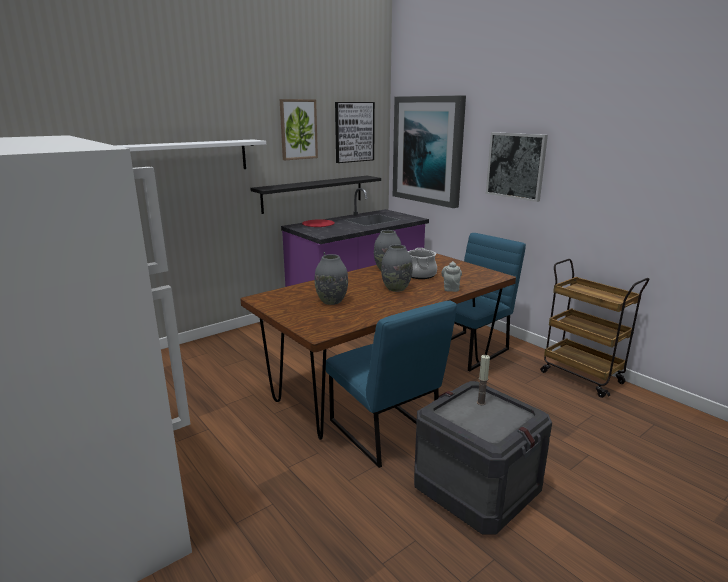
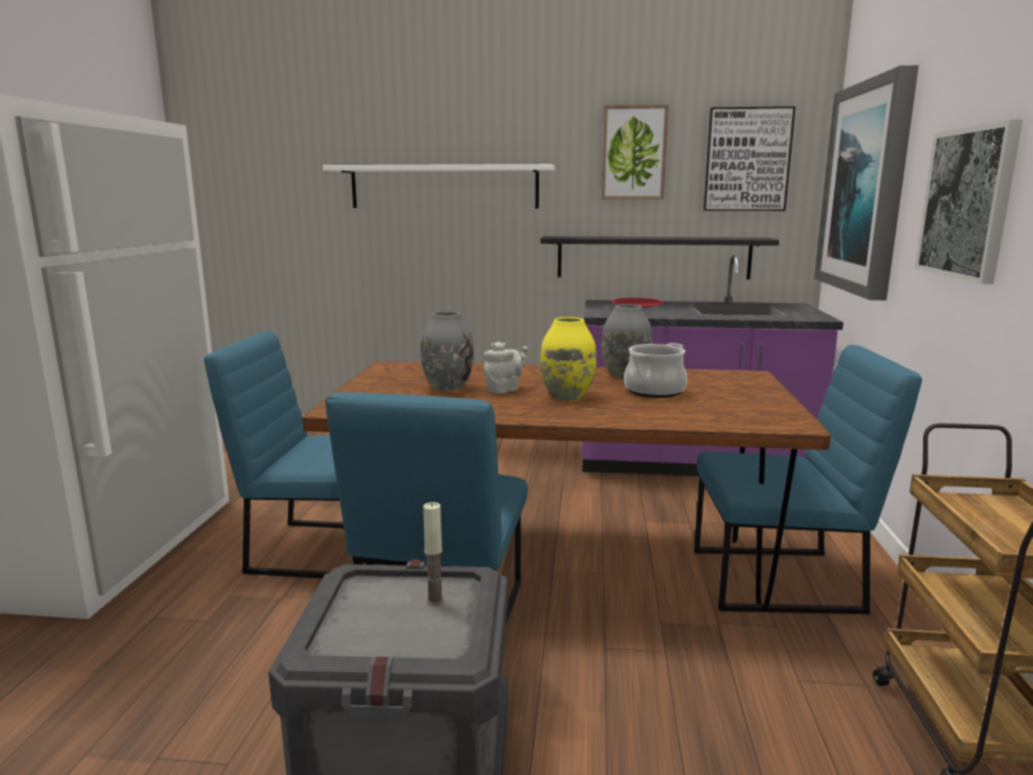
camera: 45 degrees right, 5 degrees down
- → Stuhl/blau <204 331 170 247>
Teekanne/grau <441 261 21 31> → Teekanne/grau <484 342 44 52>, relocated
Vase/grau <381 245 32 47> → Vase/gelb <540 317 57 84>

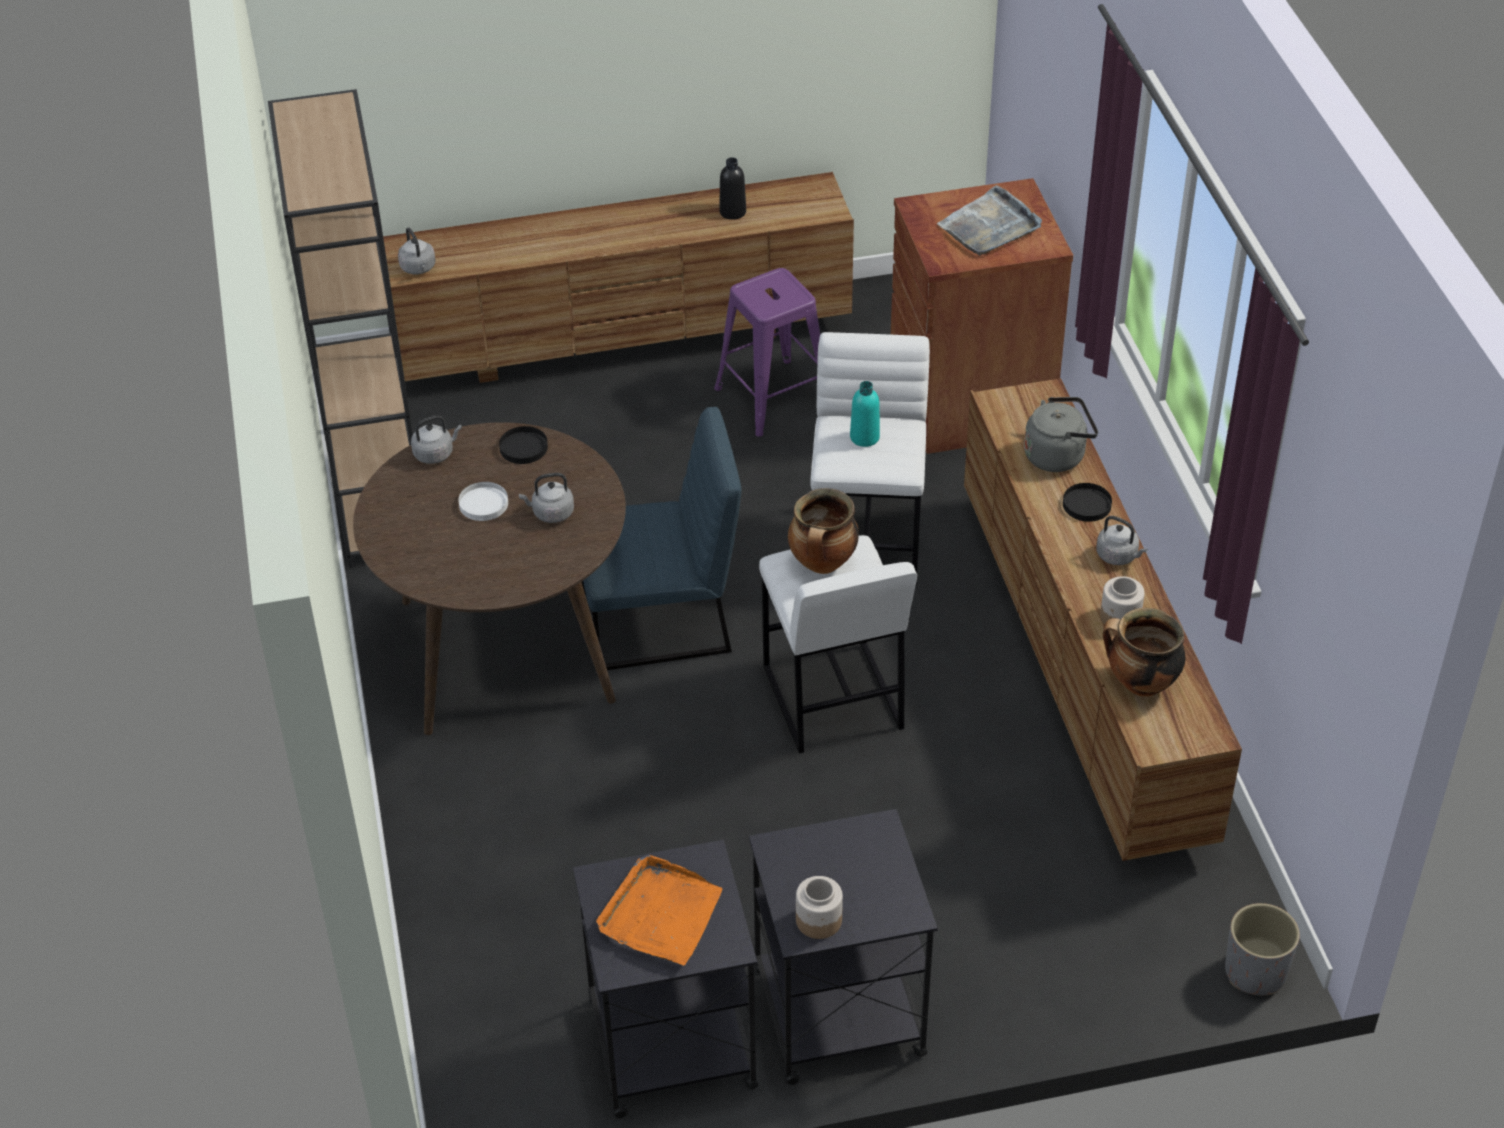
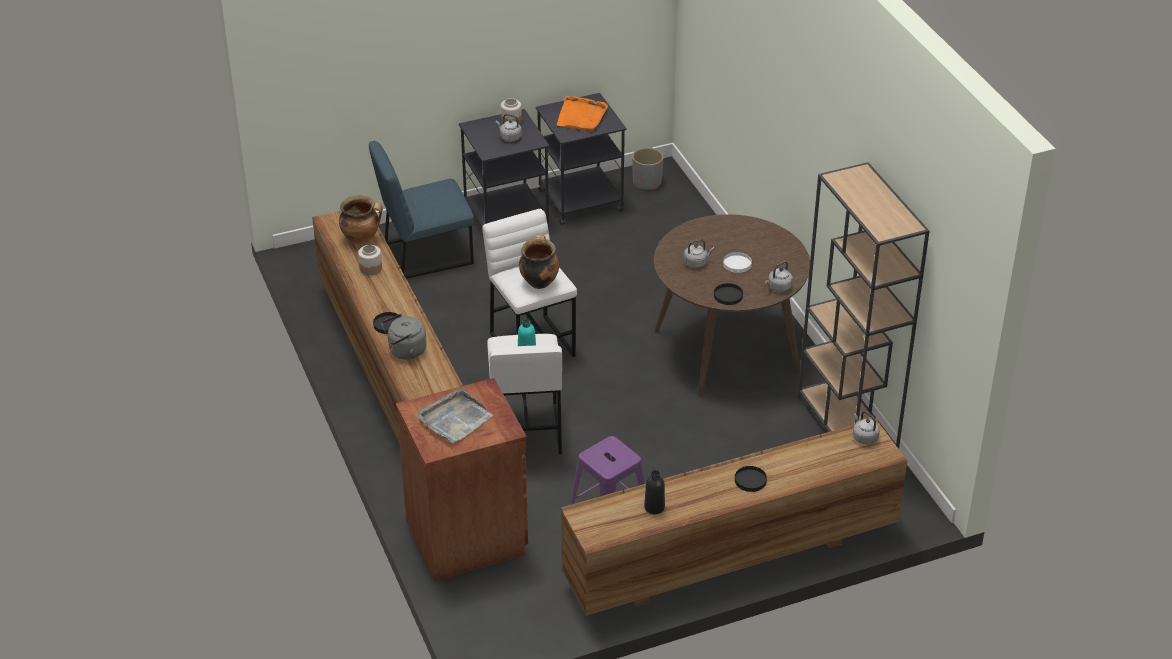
camera: 170 degrees right, 5 degrees down
- → Teller/schwarz <735 466 32 26>
Stuhl/blau <582 407 160 263> → Stuhl/blau <369 140 105 139>, relocated
Wasserkessel/grau <1096 516 52 49> → Wasserkessel/grau <496 114 26 28>, relocated
Pflanzkübel/grau <1225 903 75 92> → Pflanzkübel/grau <632 147 32 43>, relocated

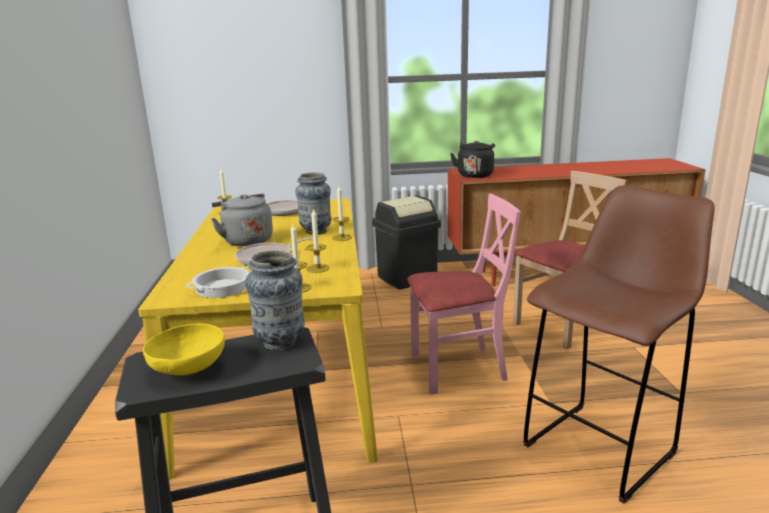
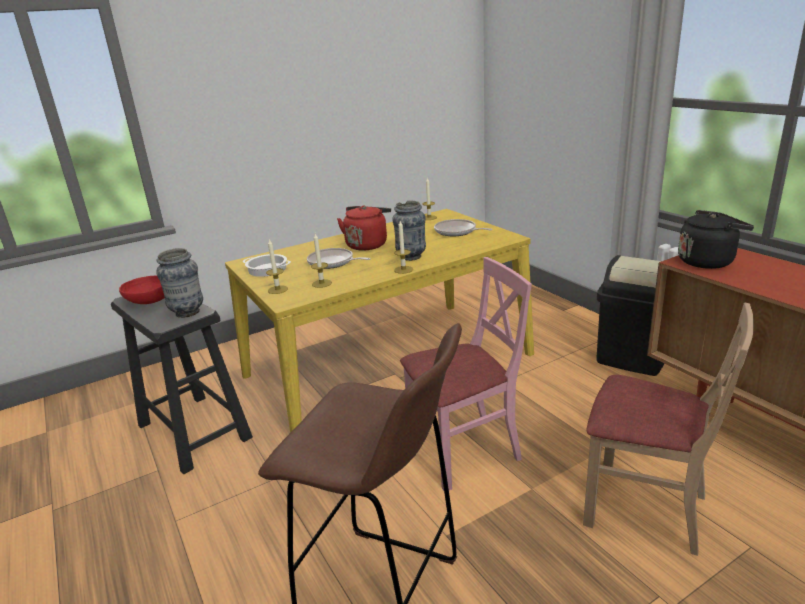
camera: 65 degrees right, 5 degrees up
Schüssel/gelb <143 323 82 52> → Schüssel/rot <119 276 46 28>
Wasserkessel/grau <211 193 62 53> → Wasserkessel/rot <337 205 54 46>
Stuhl/rosa <407 194 114 201> → Stuhl/rosa <400 257 132 234>, 75 degrees counterclockwise

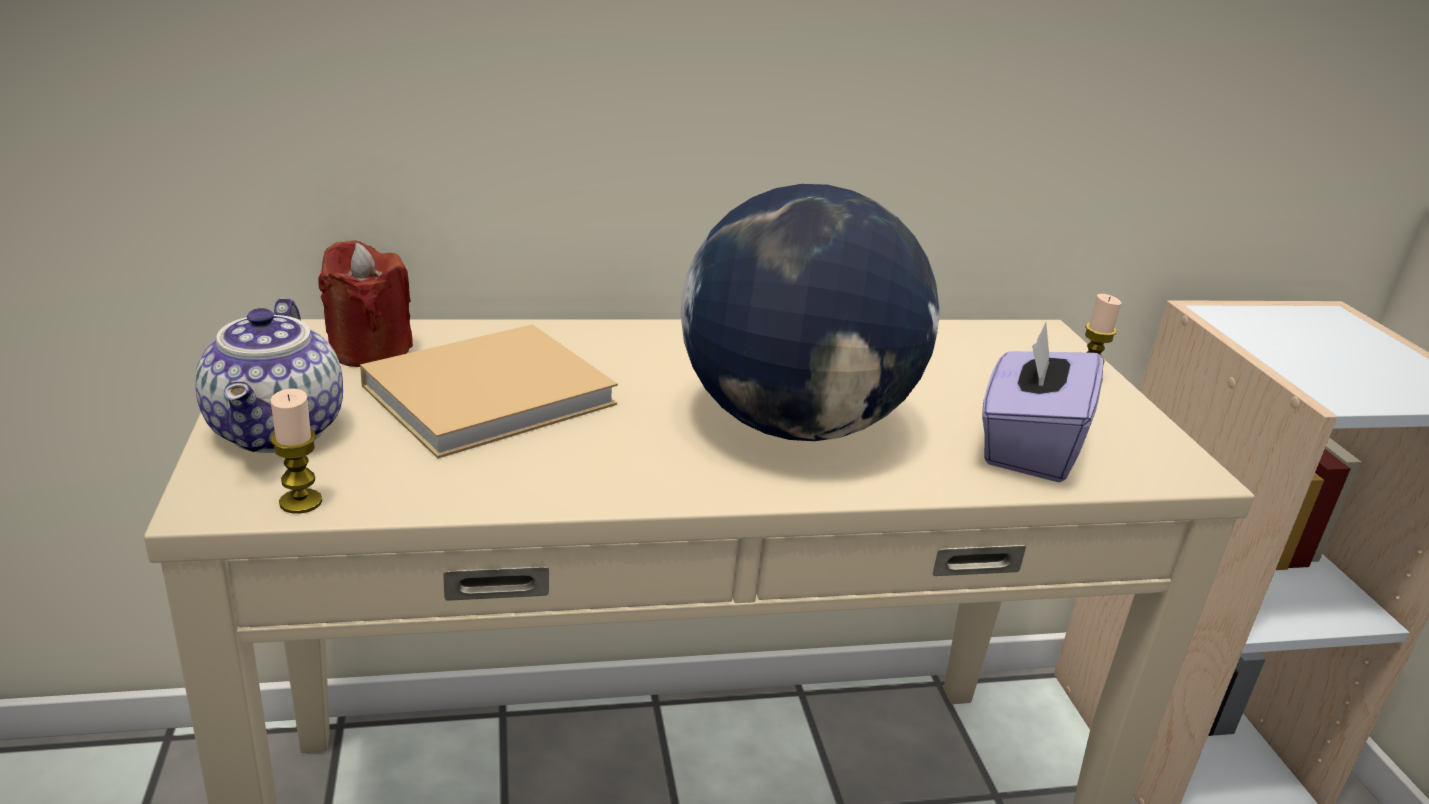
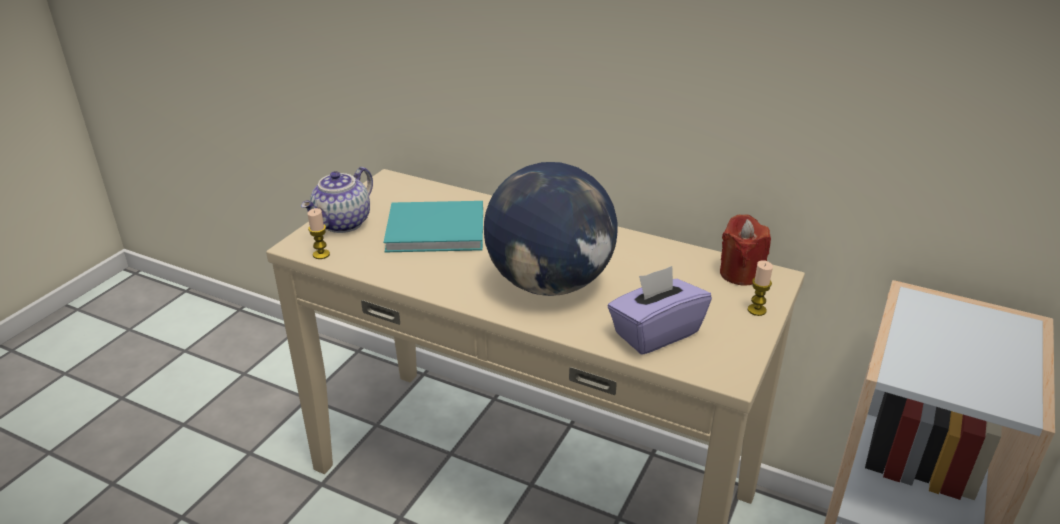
camera: 40 degrees right, 5 degrees up
Kerze/rot <318 240 95 127> → Kerze/rot <720 214 51 72>, relocated
Buch/beige <360 324 258 134> → Buch/türkis <384 201 99 51>

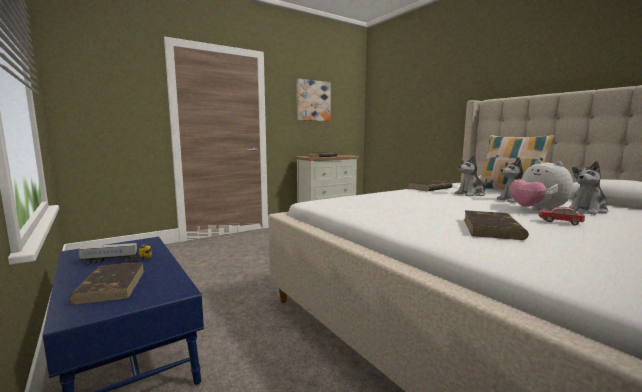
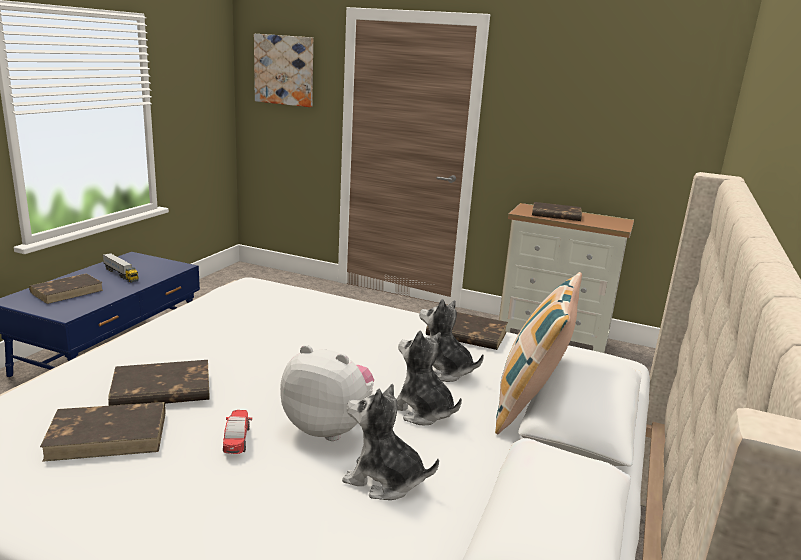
camera: 55 degrees right, 10 degrees up
- → Buch/braun <40 402 125 60>
Bild <297 79 34 42> → Bild <254 34 59 73>, relocated
Plüschtier <510 160 63 51> → Plüschtier <280 345 94 96>, 75 degrees clockwise

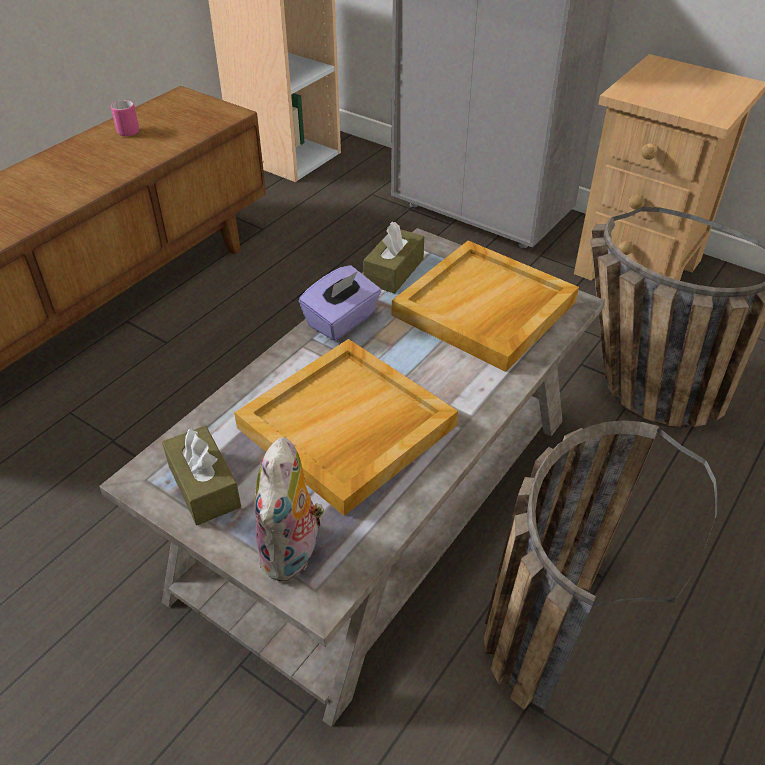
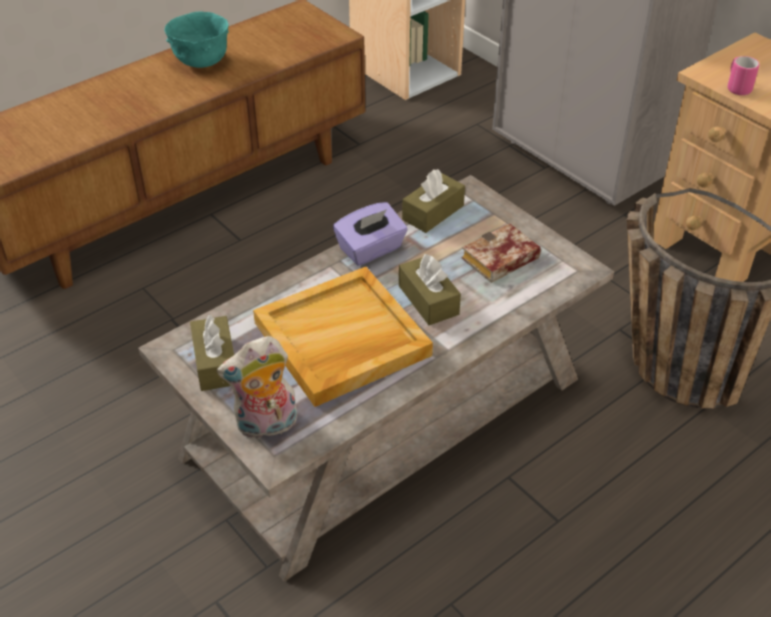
camera: 15 degrees right, 0 degrees up
Korb <483 420 234 294> → -
- → Schüssel/türkis <164 11 65 57>
- → Taschentuchbox/braun <399 254 62 71>
Henkelbecher/rosa <111 100 28 36> → Henkelbecher/rosa <727 56 32 39>, relocated
Tablett/beige <392 241 187 131> → Buch <462 224 79 59>
Plüschtier <254 437 70 144> → Plüschtier <217 336 80 103>, 45 degrees clockwise

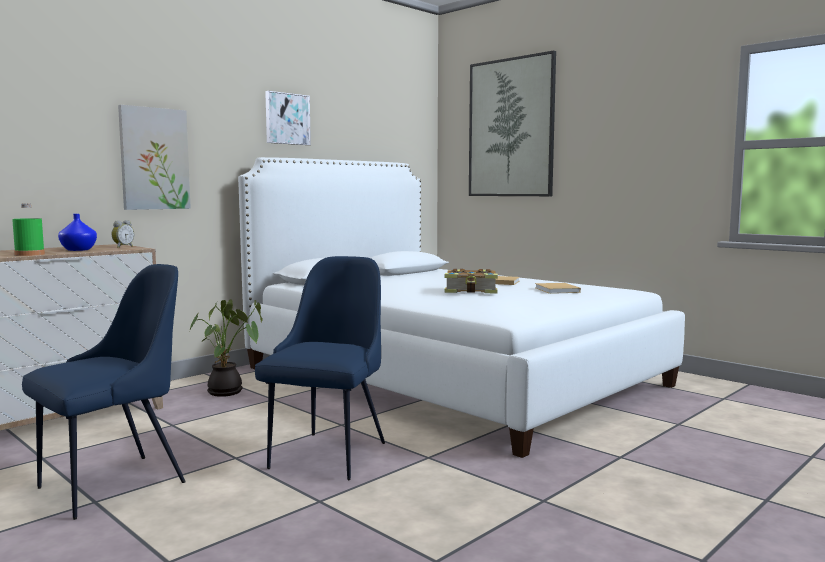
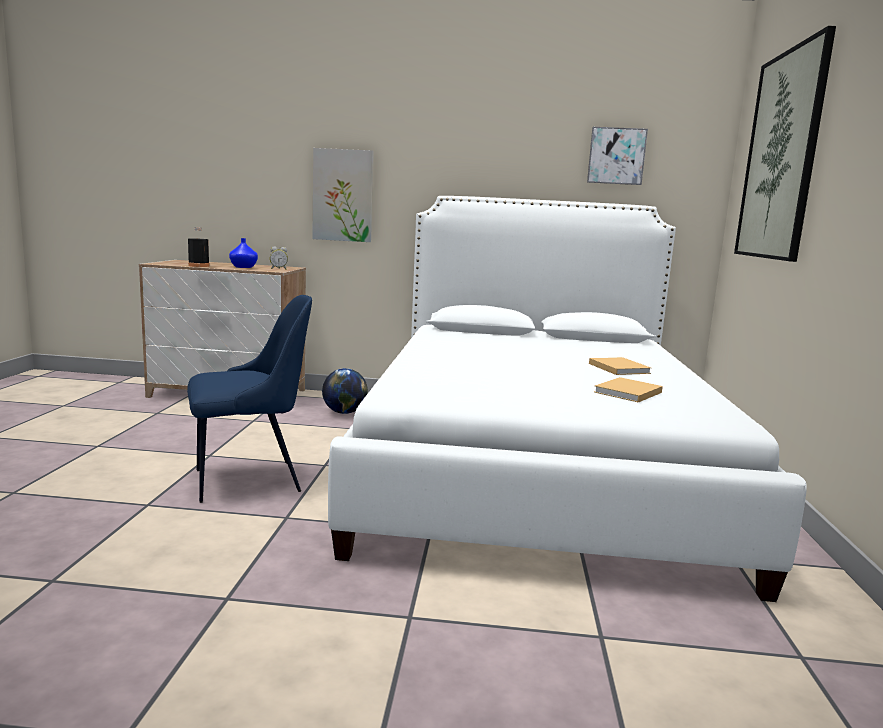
camera: 50 degrees right, 5 degrees up
Stuhl/blau <22 264 164 256> → -
Buch <444 269 54 24> → -
Bild <265 91 46 54> → Bild <587 127 61 58>, relocated
Topfpflanze <189 299 74 98> → Globus <322 368 46 46>
Flasche/grün <12 203 33 53> → Flasche/schwarz <188 227 21 40>

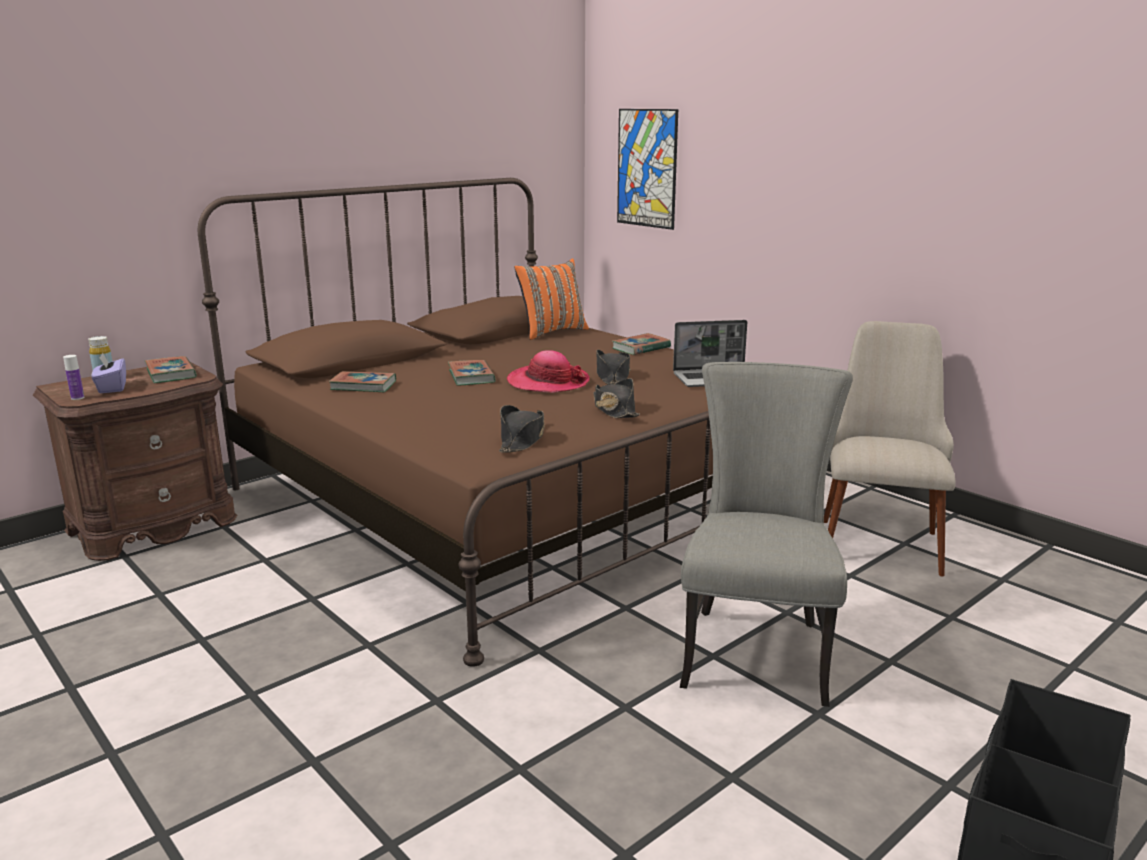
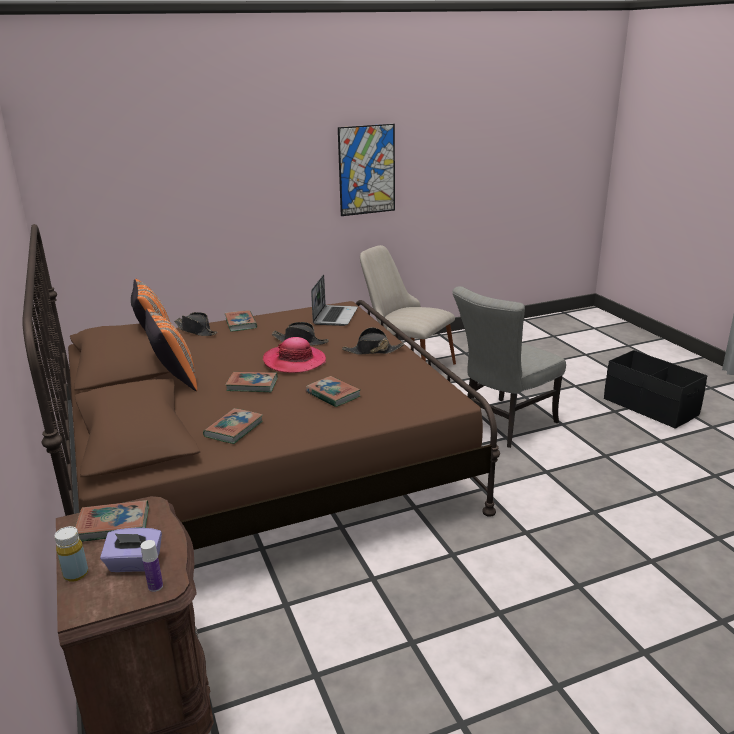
camera: 70 degrees left, 5 degrees up
- → Kissen/orange <145 309 52 82>
- → Buch <305 376 56 31>
Hut/schwarz <499 405 46 48> → Hut/schwarz <174 312 44 24>, relocated
Bild <617 109 61 121> → Bild <338 124 57 92>, relocated
Stuhl/grau <680 362 173 345> → Stuhl/grau <452 286 114 162>, 75 degrees counterclockwise

